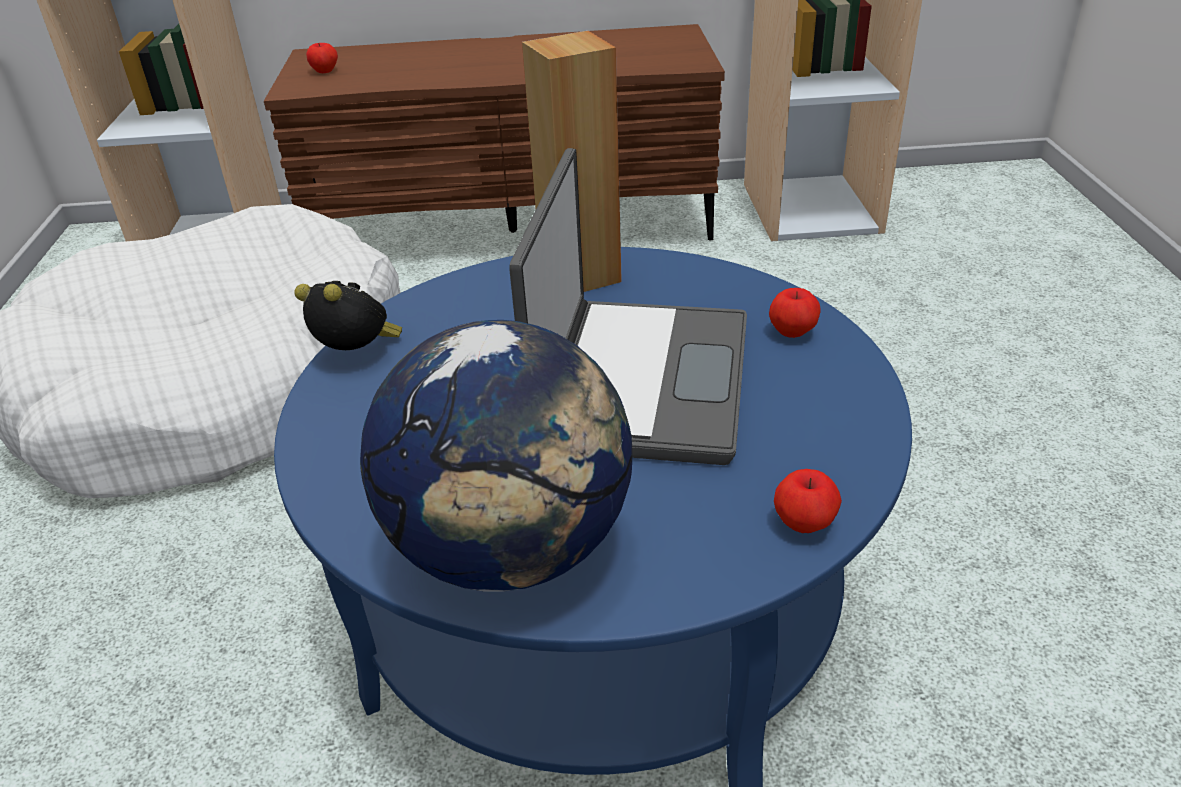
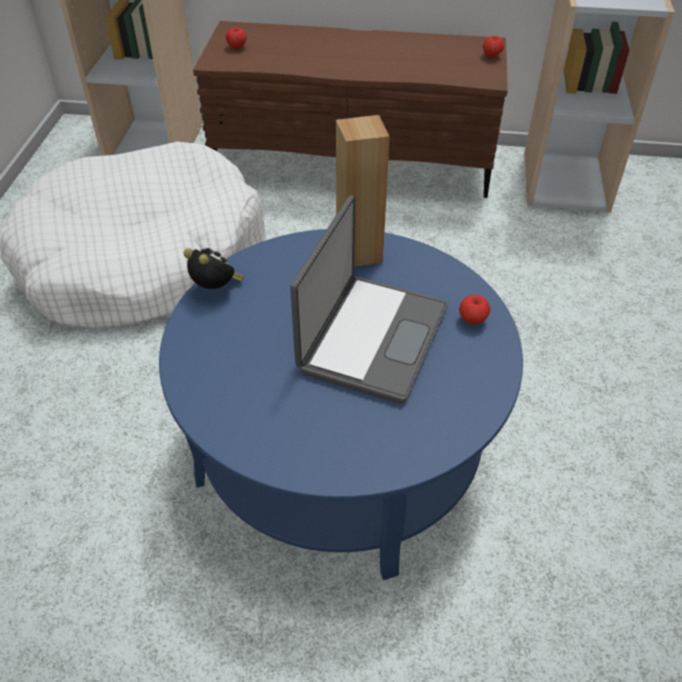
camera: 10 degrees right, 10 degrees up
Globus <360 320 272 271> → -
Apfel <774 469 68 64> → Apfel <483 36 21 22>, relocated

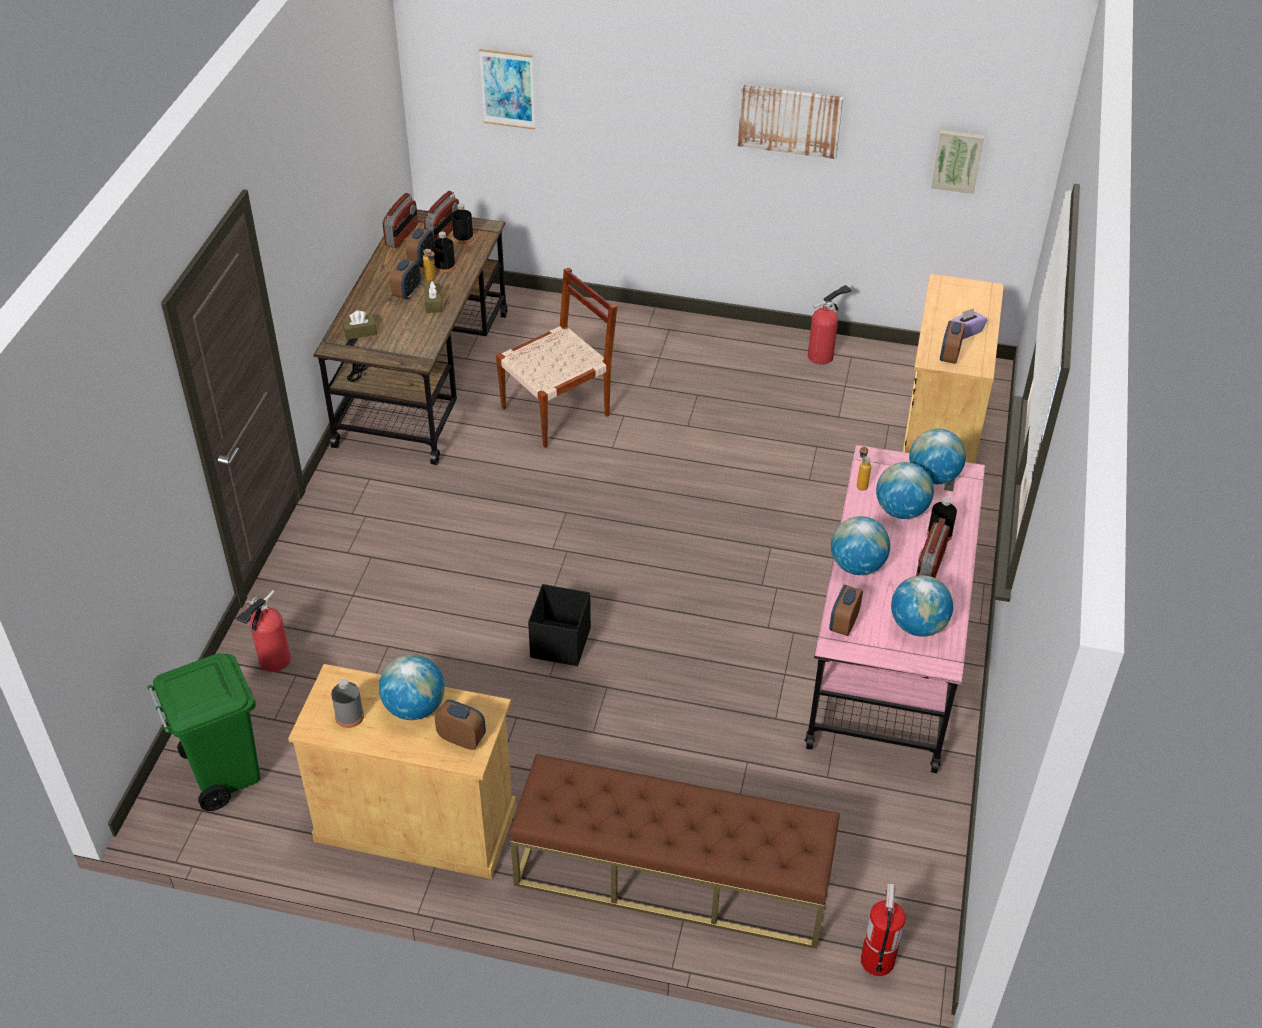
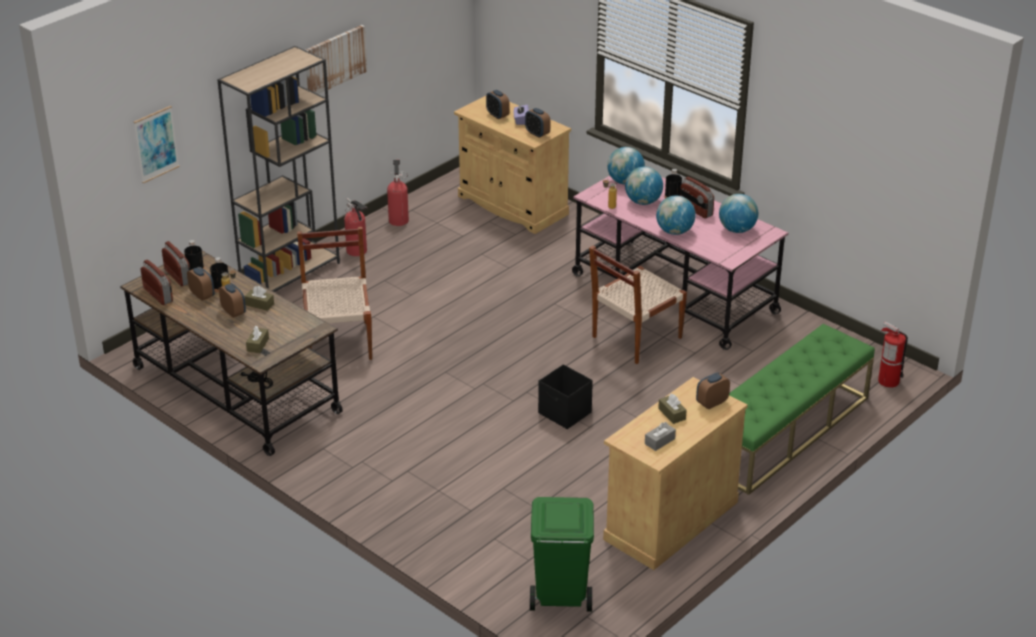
camera: 60 degrees left, 10 degrees down
Bild <931 130 54 64> → -
- → Bücherregal <217 46 123 246>
- → Stuhl <589 245 98 119>
Feuerlöscher <236 590 55 82> → Feuerlöscher <344 198 23 58>, relocated
Wecker <829 585 34 51> → Wecker <486 90 24 29>, relocated
Flasche/grau <331 679 33 49> → Taschentuchbox/grau <645 422 31 29>
Globus <379 654 66 66> → Taschentuchbox/braun <658 393 29 31>
Bank/braun <510 754 330 195> → Bank/grün <729 324 146 171>

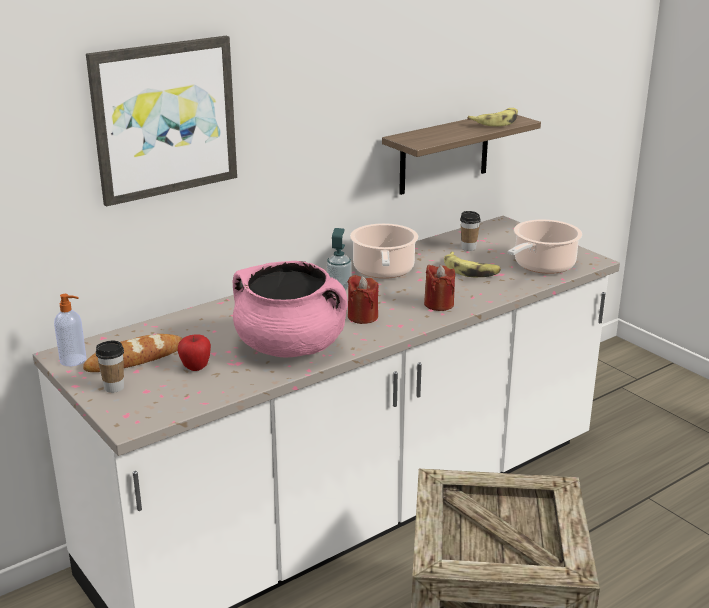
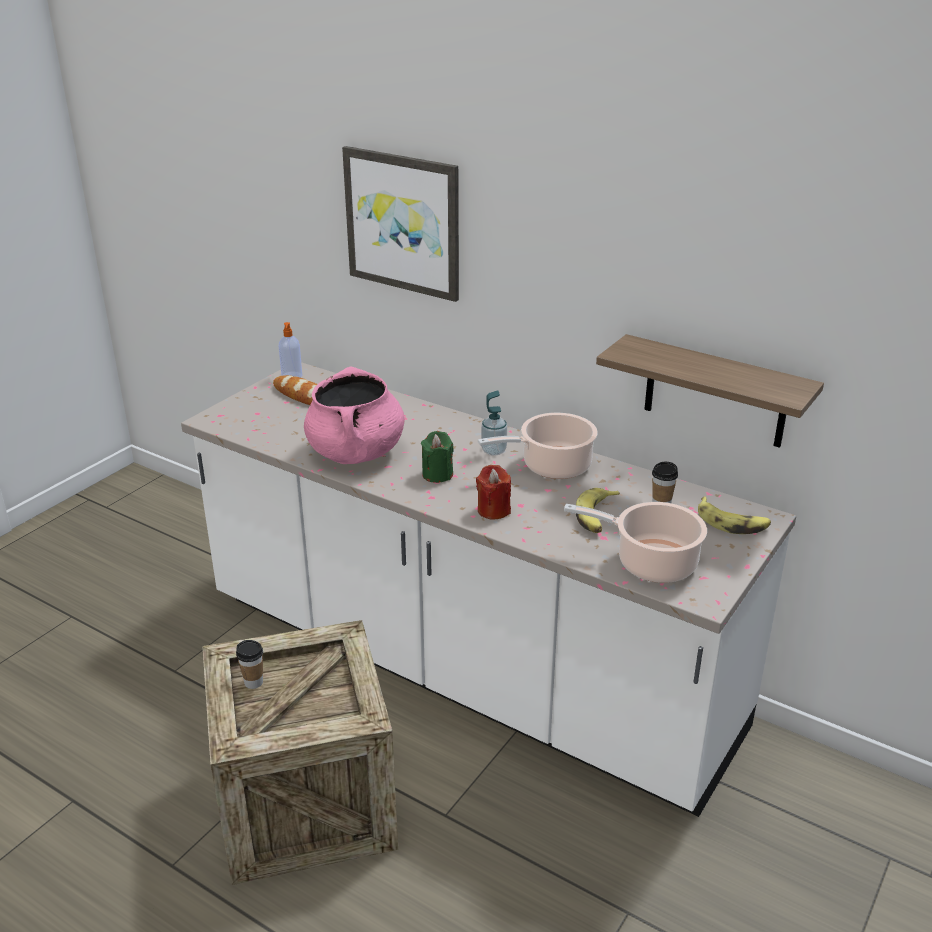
camera: 70 degrees right, 5 degrees up
Apfel <178 334 33 37> → -
Tasse <96 341 28 52> → Tasse <236 640 27 49>, relocated
Banane <467 108 51 18> → Banane <698 496 73 38>, relocated
Kerze/rot <348 275 30 49> → Kerze/grün <421 431 33 52>

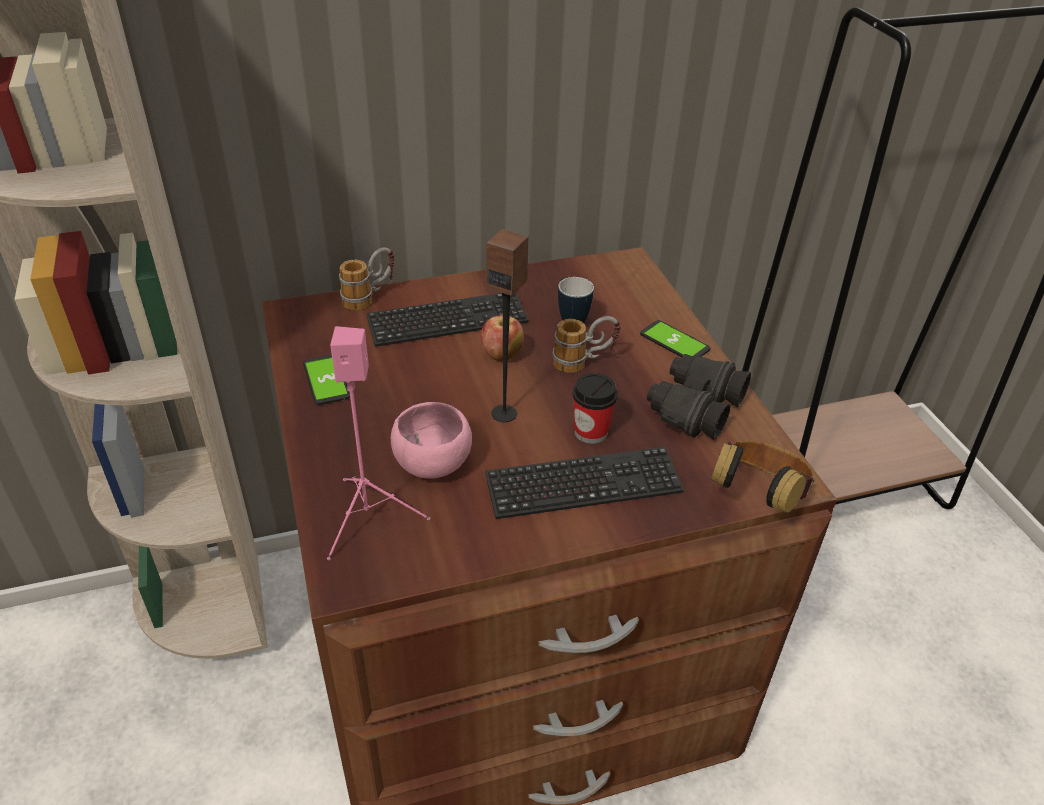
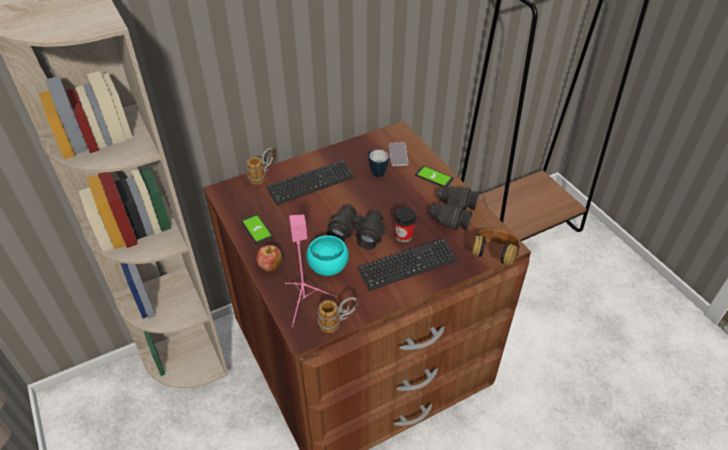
camera: 10 degrees left, 5 degrees up
- → Handy <389 142 19 24>
Apfel <481 315 42 46> → Apfel <256 245 26 27>, relocated
Henkelbecher <552 316 69 57> → Henkelbecher <318 297 41 36>, relocated
Lautsprecher <486 229 43 193> → Fernglas/schwarz <327 205 59 45>
Schüssel/rosa <391 402 81 77> → Schüssel/türkis <306 235 43 41>

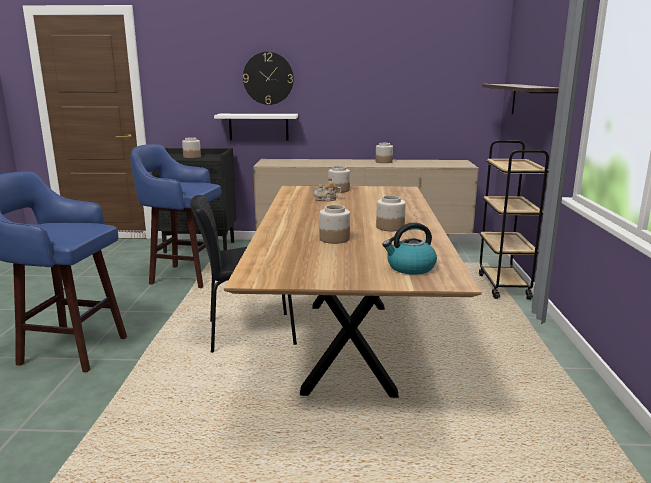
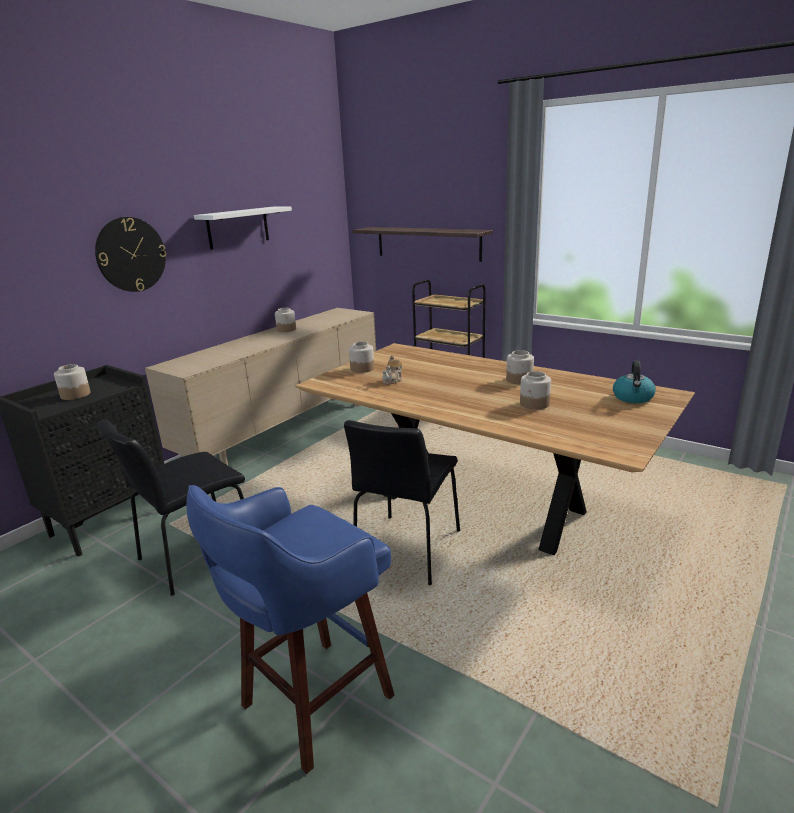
camera: 55 degrees left, 5 degrees up
Wandregal/weiß <214 114 84 26> → Wandregal/weiß <194 207 98 43>, relocated
Hocker/blau <130 144 91 144> → Stuhl/schwarz <97 420 148 176>

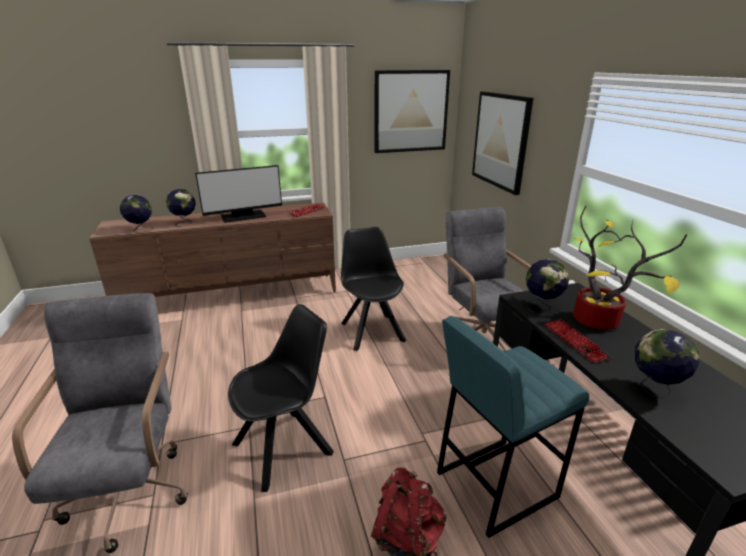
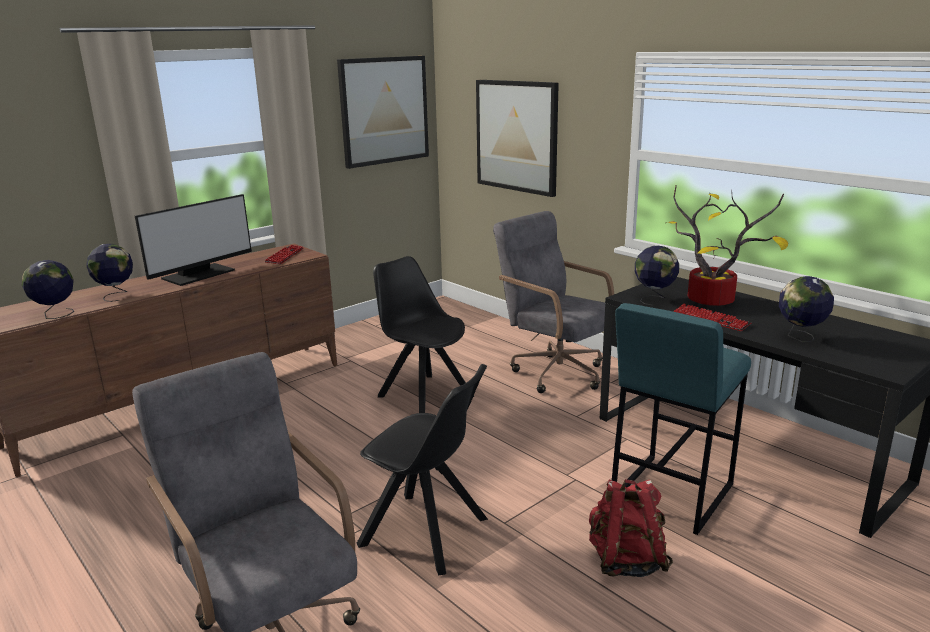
camera: 25 degrees left, 5 degrees down
Stuhl/schwarz <228 304 106 188> → Stuhl/schwarz <356 364 132 212>, 90 degrees clockwise

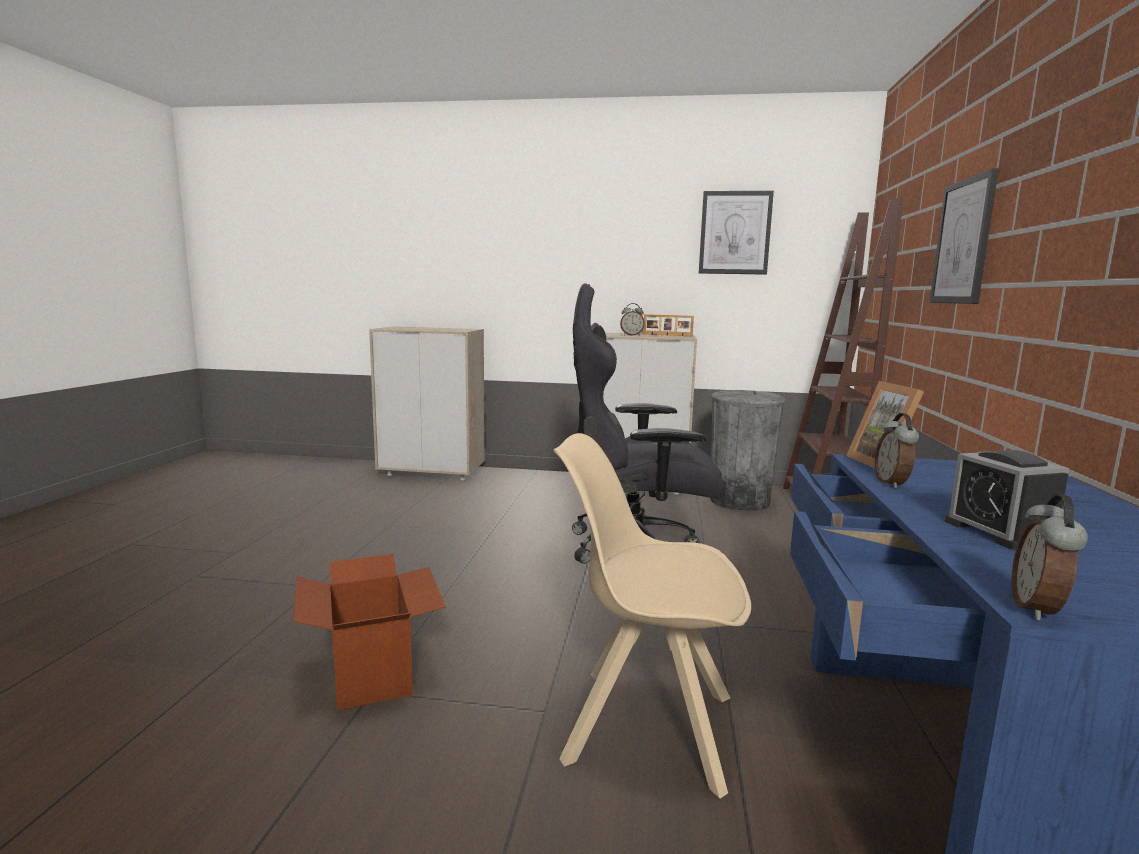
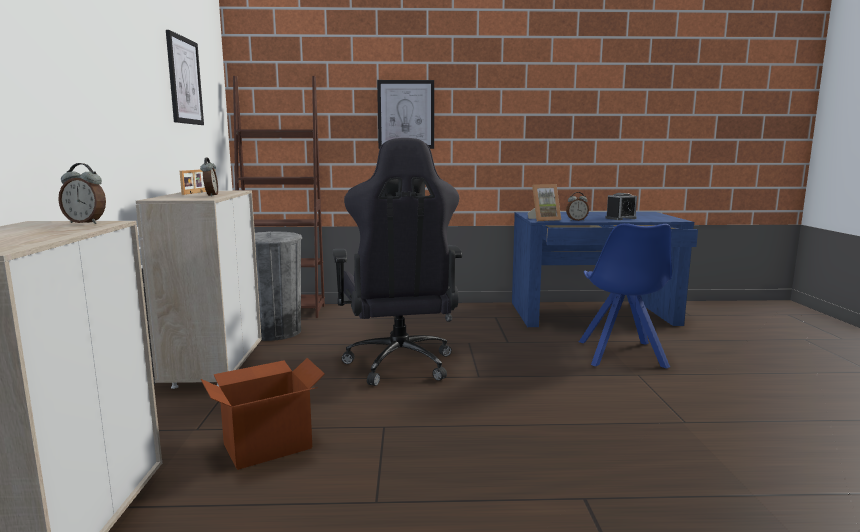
camera: 100 degrees left, 0 degrees up
Karton <293 554 153 156> → Karton <201 358 124 112>, relocated
Wecker <1011 494 77 127> → Wecker <58 163 48 61>, relocated
Stuhl/beige <554 433 197 366> → Stuhl/blau <579 223 93 146>

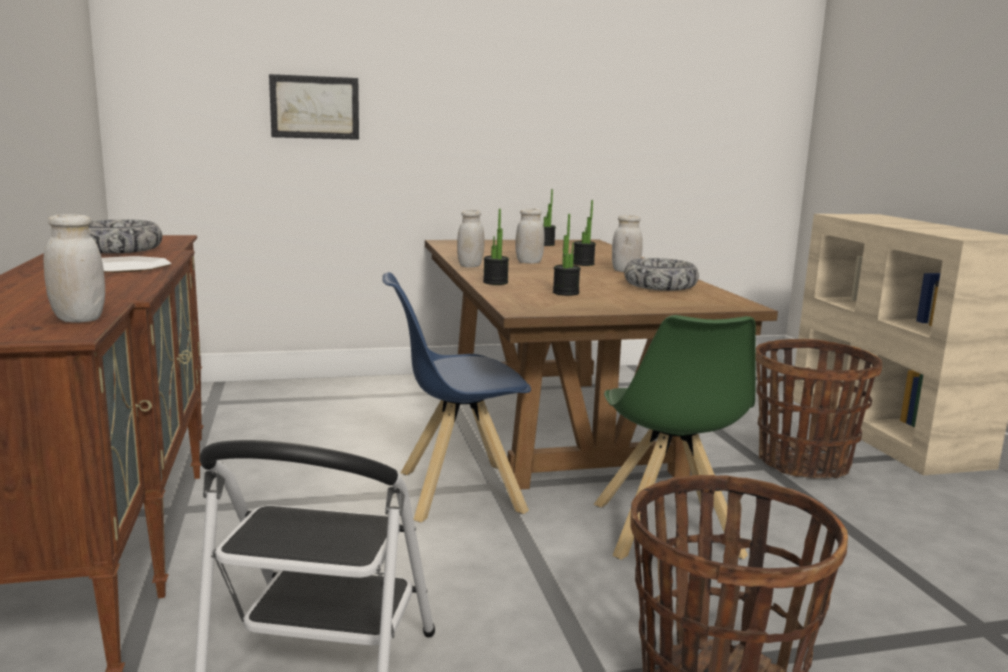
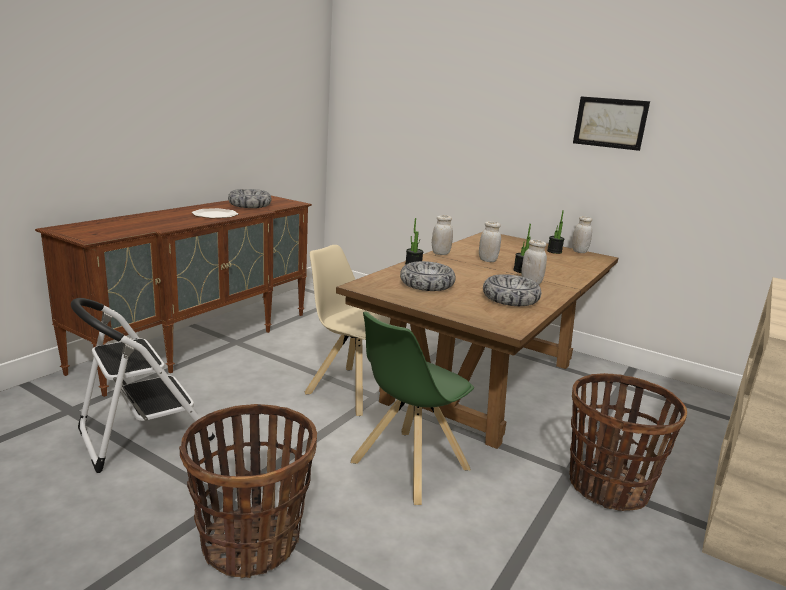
camera: 45 degrees right, 5 degrees up
Vorratsglas/weiß <44 214 61 109> → Vorratsglas/weiß <572 216 20 37>, relocated
Bild <269 74 90 66> → Bild <573 96 77 55>, relocated
Topfpflanze <553 214 28 82> → Schüssel <400 261 55 30>
Stuhl/blau <383 272 148 250> → Stuhl/beige <305 245 86 171>

